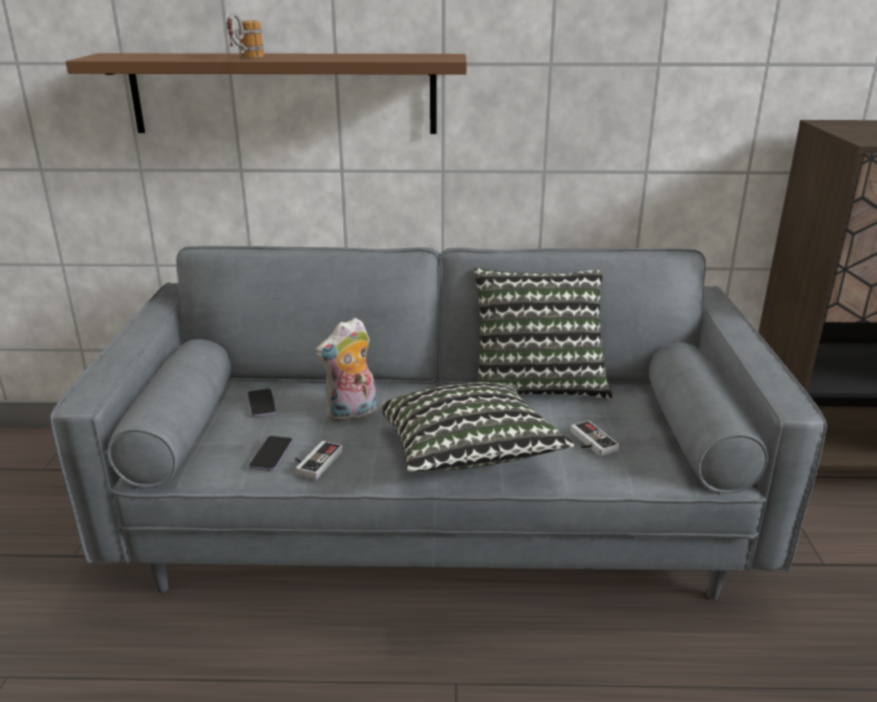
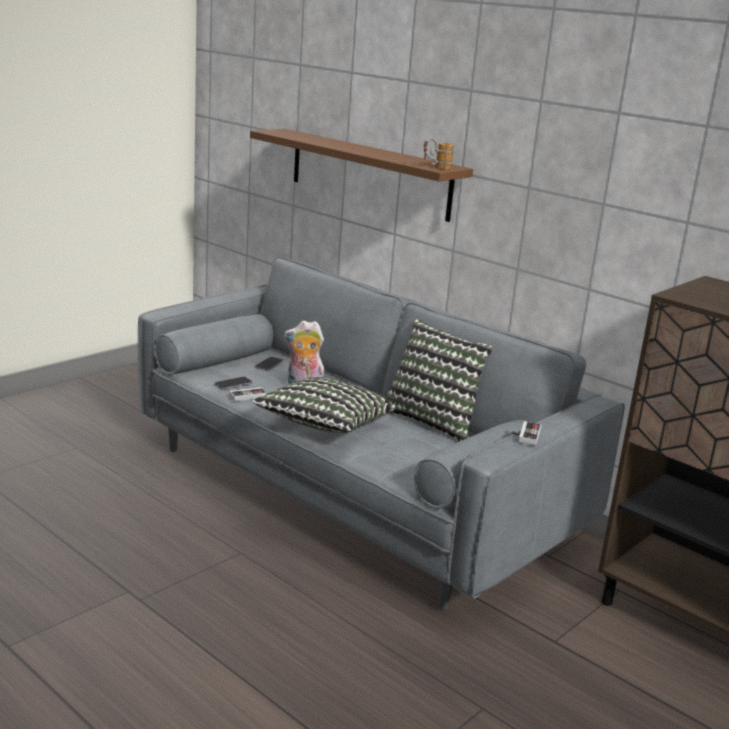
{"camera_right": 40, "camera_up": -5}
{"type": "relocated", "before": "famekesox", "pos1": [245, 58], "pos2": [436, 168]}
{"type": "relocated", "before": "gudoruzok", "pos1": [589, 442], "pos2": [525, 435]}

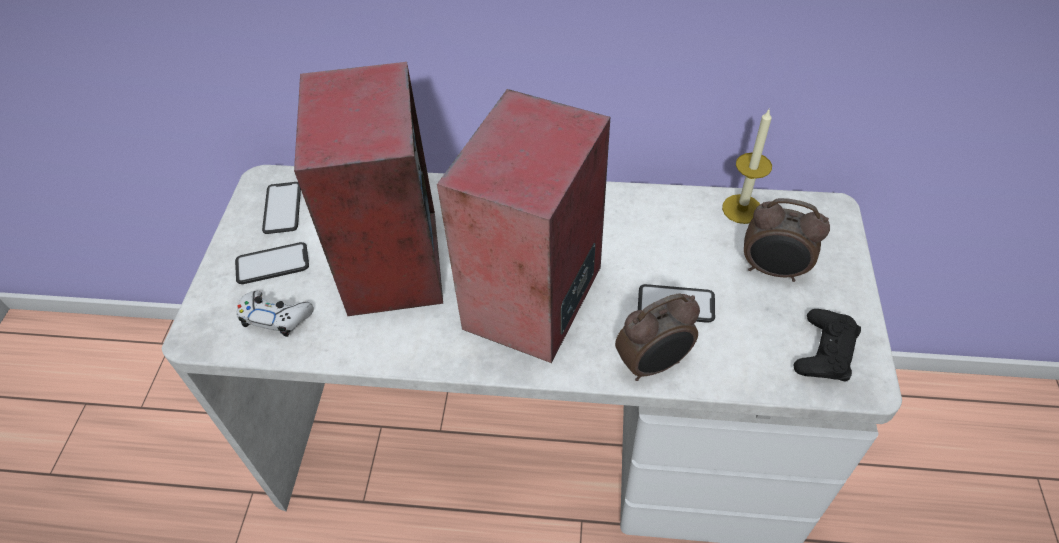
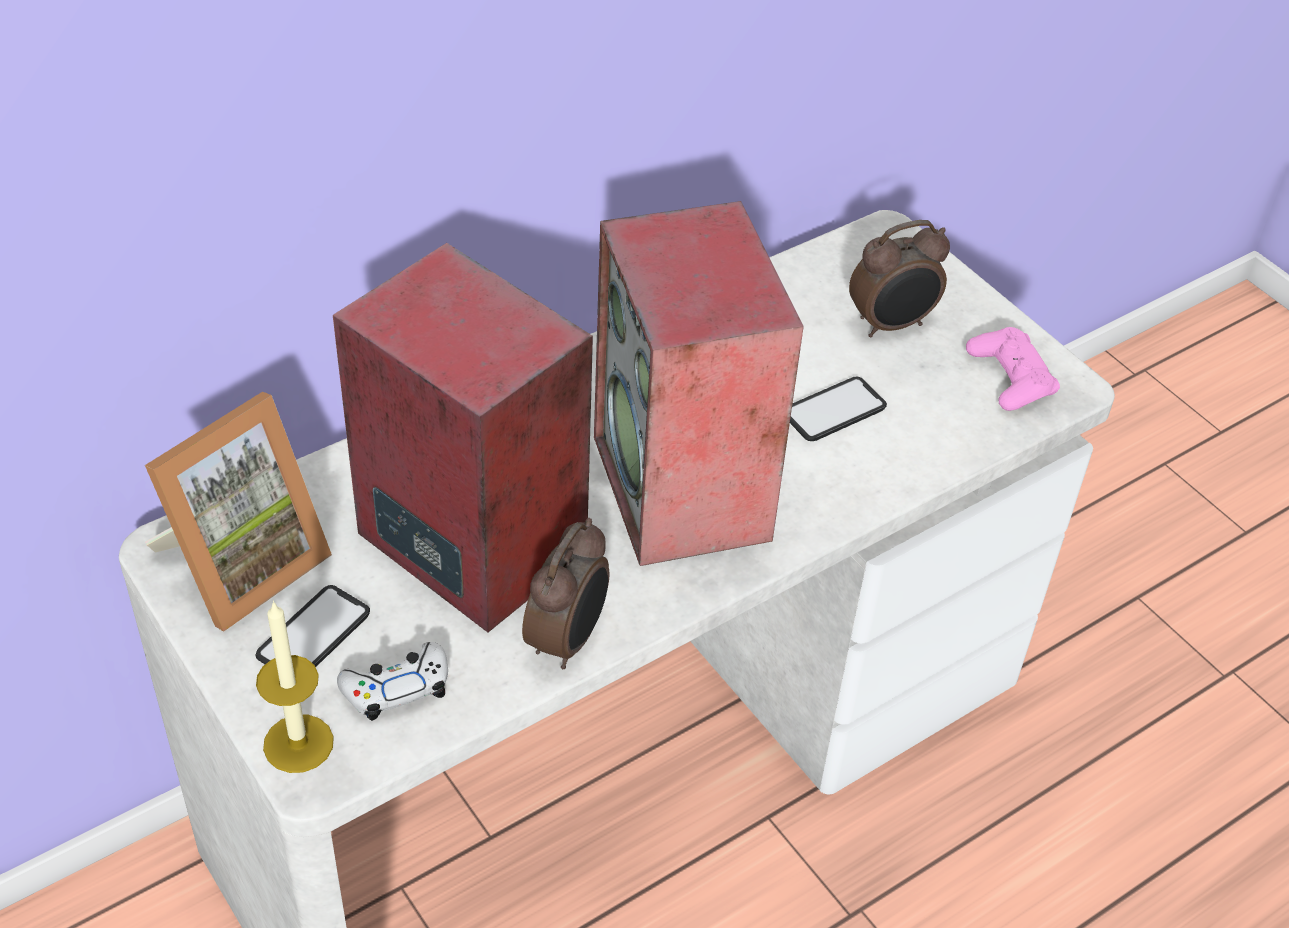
{"camera_right": -45, "camera_up": -5}
{"type": "exchanged", "before": "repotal", "after": "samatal", "pos1": [282, 208], "pos2": [241, 564]}
{"type": "relocated", "before": "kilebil", "pos1": [654, 364], "pos2": [568, 639]}
{"type": "relocated", "before": "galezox", "pos1": [742, 209], "pos2": [298, 743]}
{"type": "colour", "before": "black_gudoruzok", "after": "pink_gudoruzok", "pos1": [825, 351], "pos2": [1010, 377]}

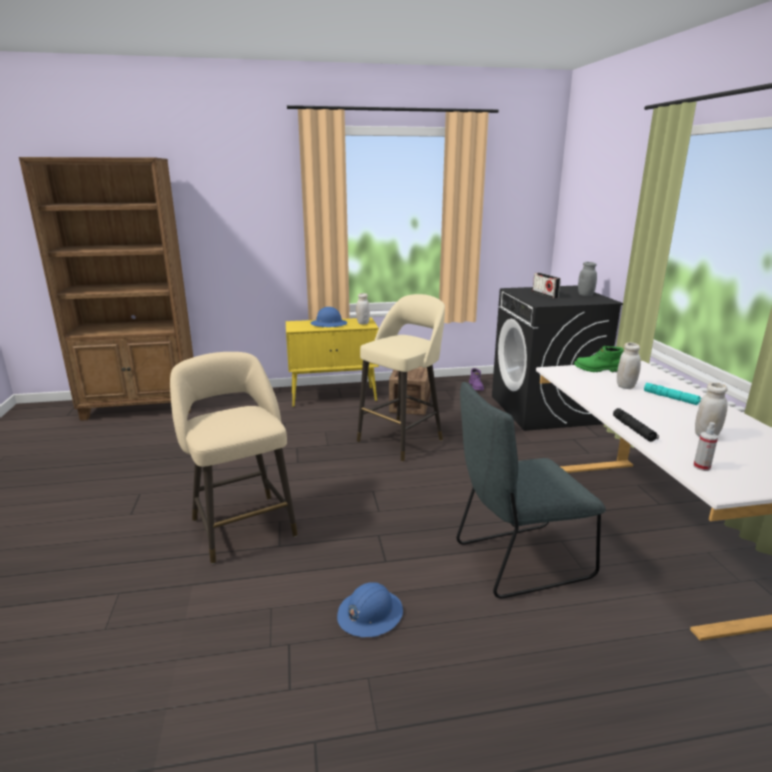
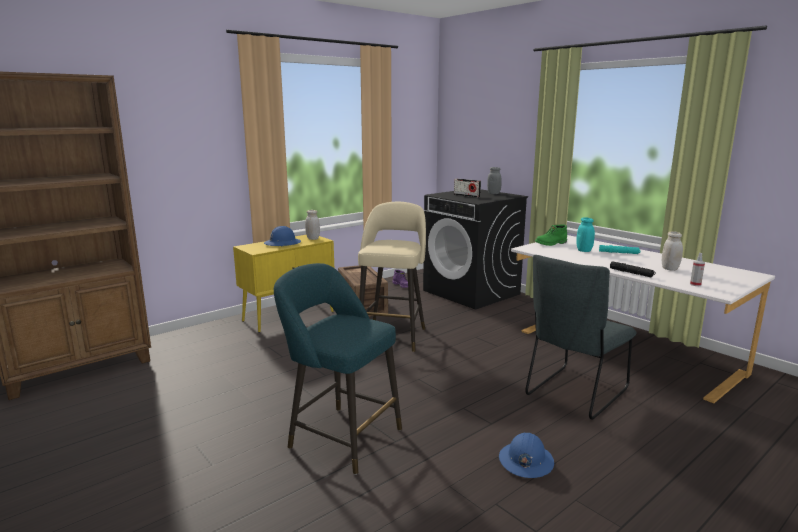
{"camera_right": -30, "camera_up": -5}
{"type": "colour", "before": "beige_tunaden", "after": "turquoise_tunaden", "pos1": [242, 524], "pos2": [340, 436]}
{"type": "colour", "before": "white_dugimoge", "after": "turquoise_dugimoge", "pos1": [625, 386], "pos2": [584, 250]}

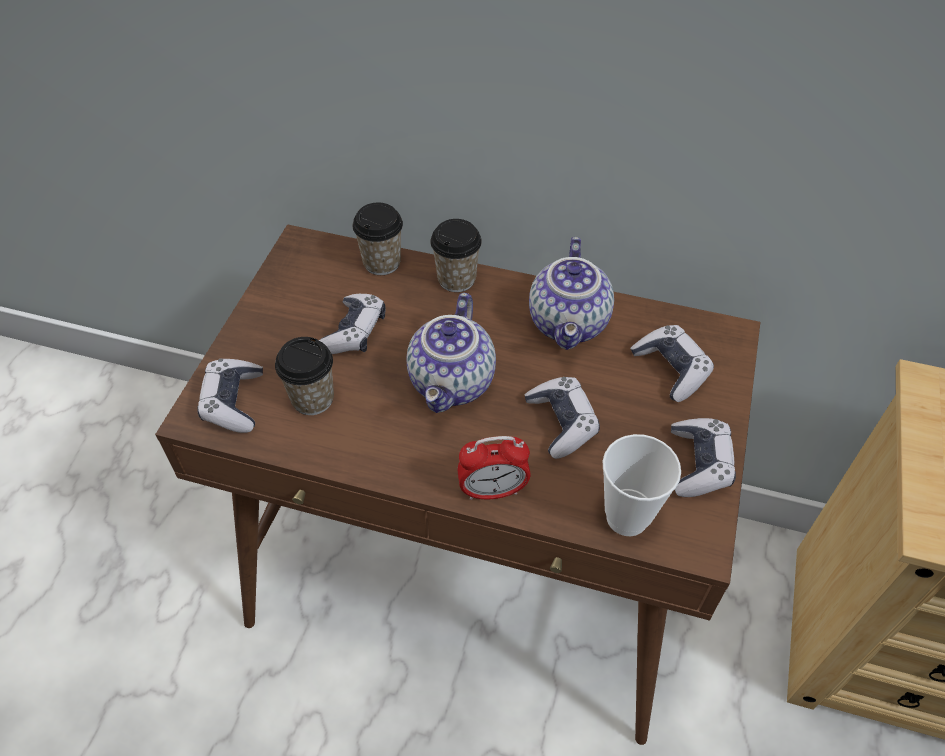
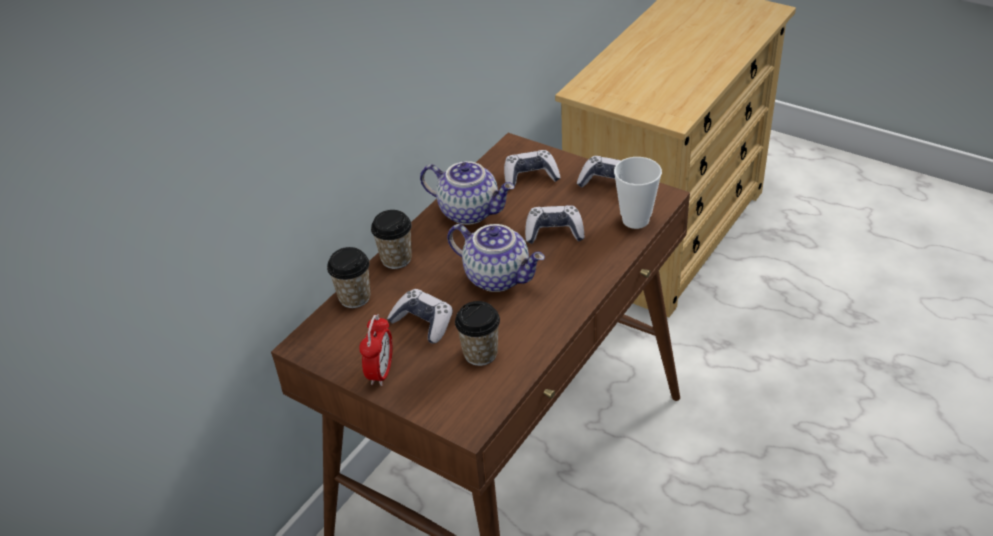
{"camera_right": -70, "camera_up": -10}
{"type": "missing", "before": "gudoruzok", "pos1": [233, 402]}
{"type": "relocated", "before": "kilebil", "pos1": [492, 491], "pos2": [381, 372]}

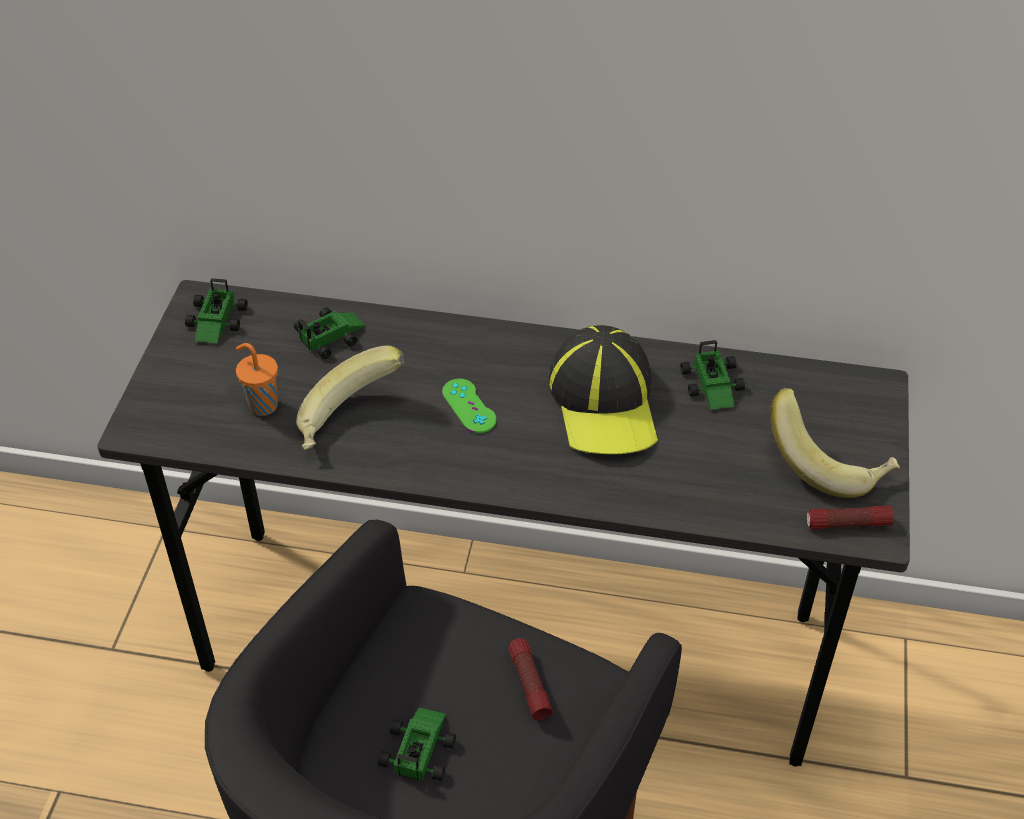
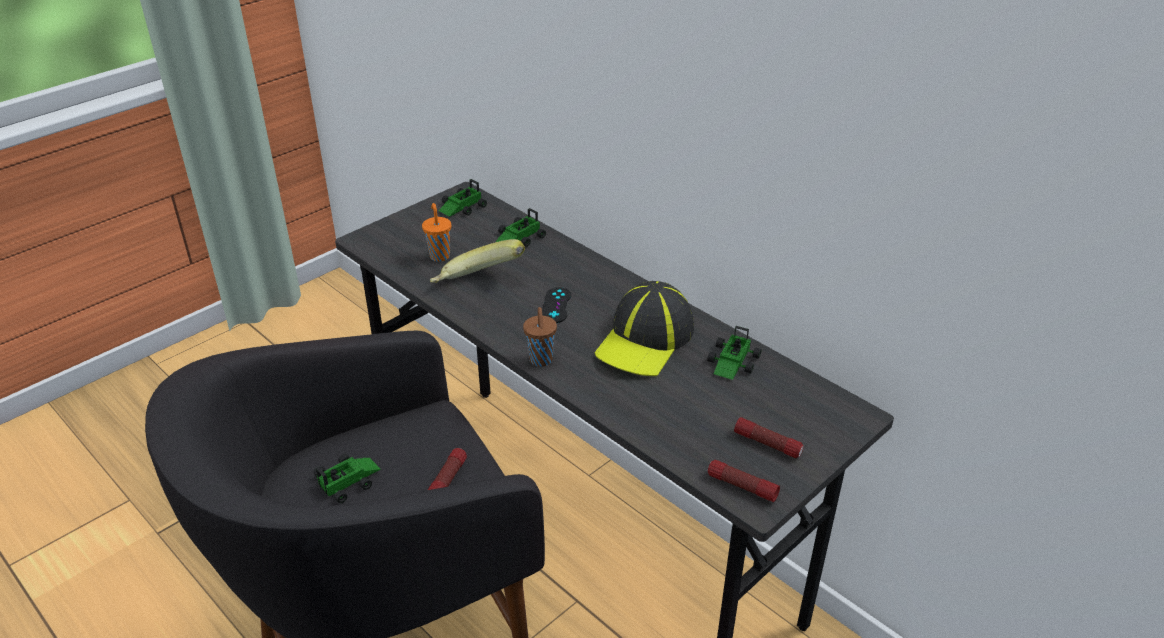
{"camera_right": 35, "camera_up": -10}
{"type": "spun", "before": "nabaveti", "pos1": [332, 333], "pos2": [518, 237], "turn": 135}
{"type": "colour", "before": "green_gudoruzok", "after": "black_gudoruzok", "pos1": [469, 406], "pos2": [556, 305]}
{"type": "exchanged", "before": "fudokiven", "after": "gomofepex", "pos1": [828, 463], "pos2": [767, 444]}
{"type": "appeared", "after": "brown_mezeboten", "pos2": [541, 361]}

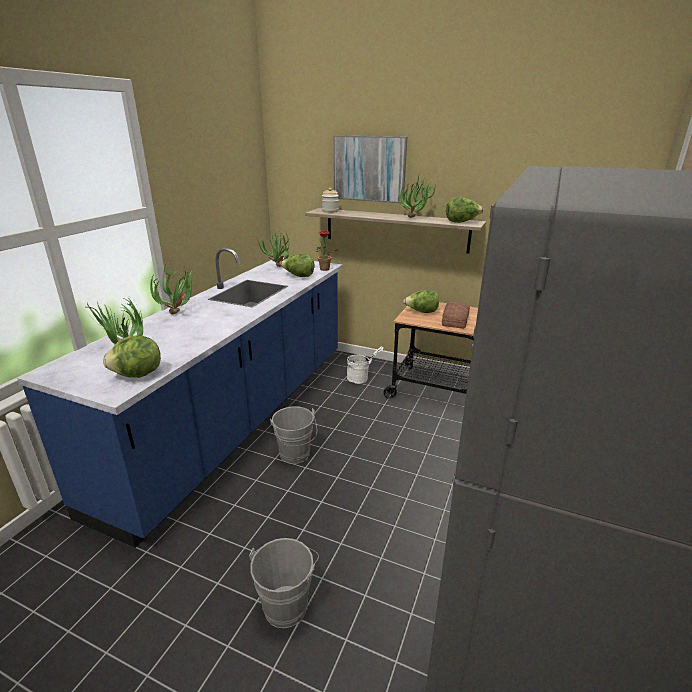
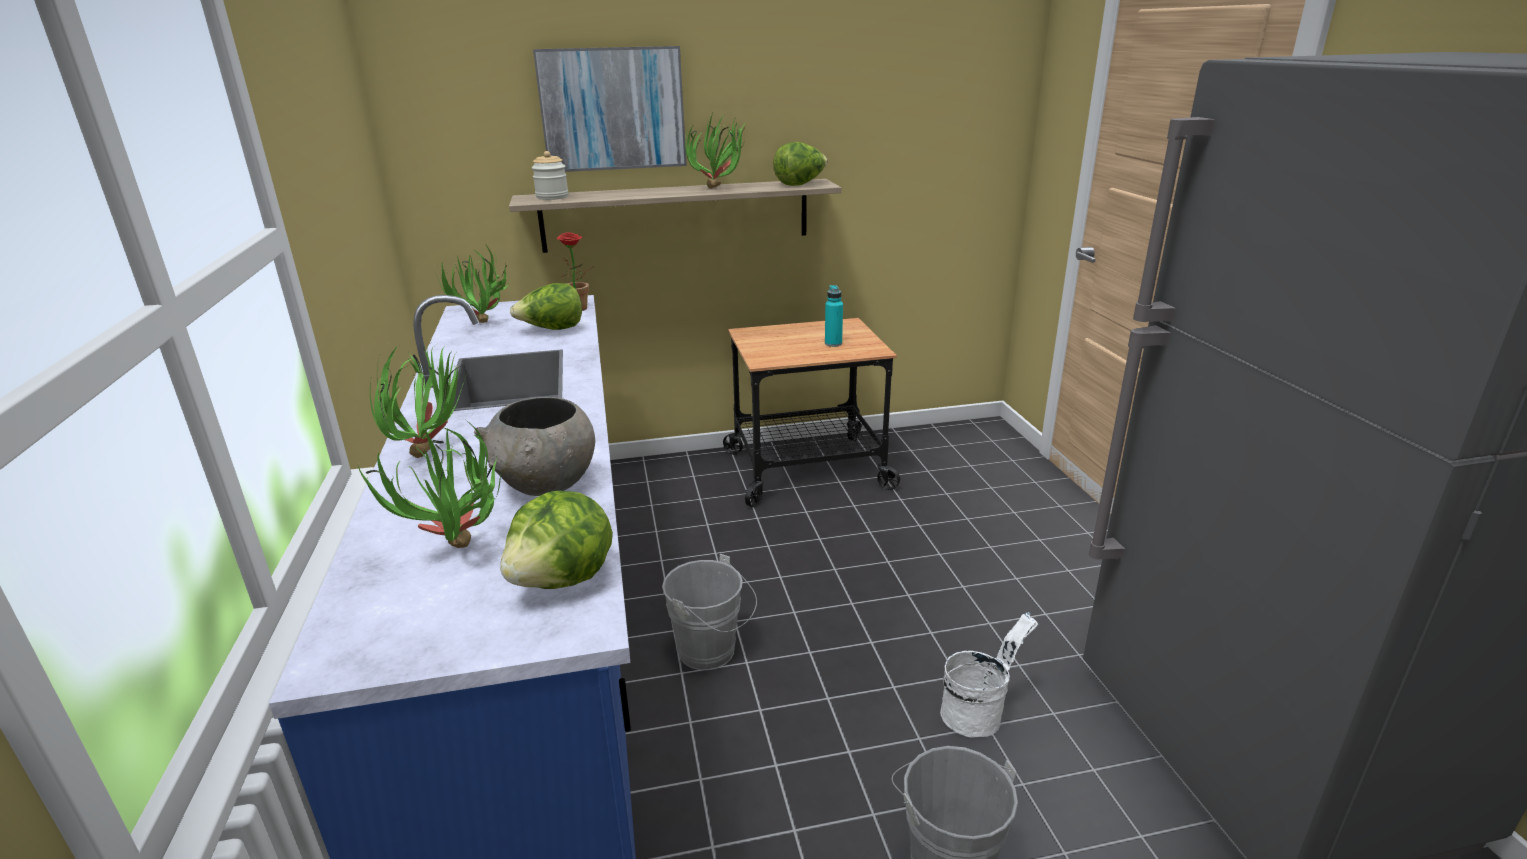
{"camera_right": -35, "camera_up": 0}
{"type": "relocated", "before": "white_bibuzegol", "pos1": [361, 378], "pos2": [979, 712]}
{"type": "missing", "before": "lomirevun", "pos1": [421, 312]}
{"type": "exchanged", "before": "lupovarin", "after": "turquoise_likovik", "pos1": [456, 320], "pos2": [833, 343]}
{"type": "appeared", "after": "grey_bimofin", "pos2": [547, 486]}

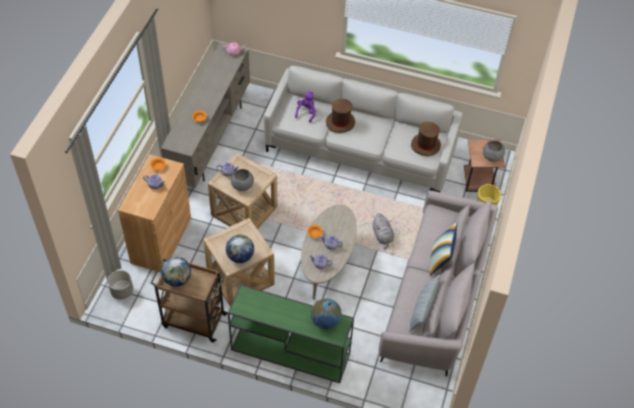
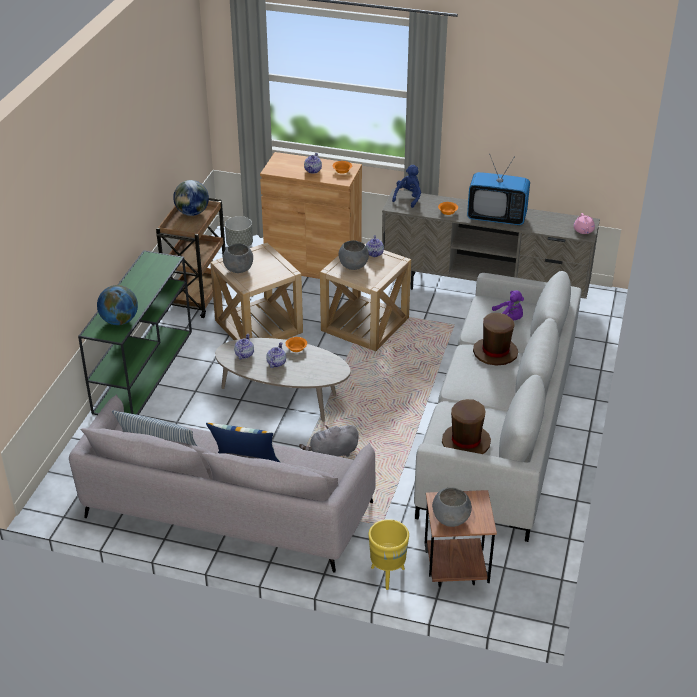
{"camera_right": 90, "camera_up": -15}
{"type": "exchanged", "before": "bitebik", "after": "grey_bimofin", "pos1": [240, 256], "pos2": [238, 269]}
{"type": "appeared", "after": "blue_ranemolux", "pos2": [408, 198]}
{"type": "appeared", "after": "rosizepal", "pos2": [496, 217]}

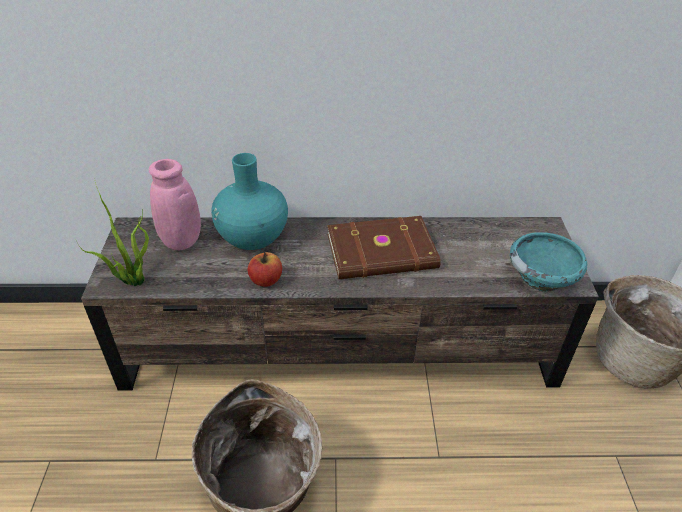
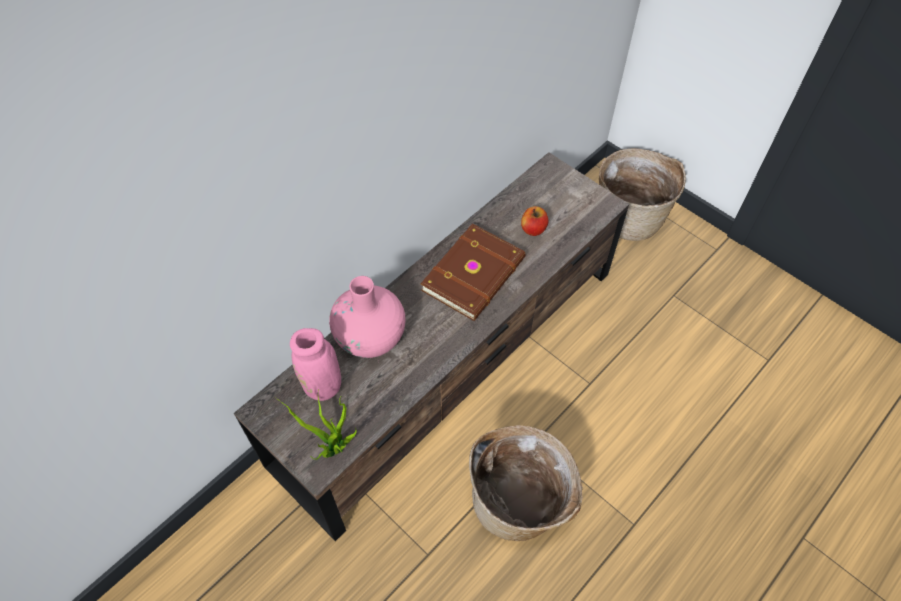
{"camera_right": -45, "camera_up": 15}
{"type": "colour", "before": "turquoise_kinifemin", "after": "pink_kinifemin", "pos1": [252, 237], "pos2": [370, 337]}
{"type": "relocated", "before": "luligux", "pos1": [266, 280], "pos2": [533, 229]}
{"type": "missing", "before": "turquoise_bimofin", "pos1": [542, 278]}

